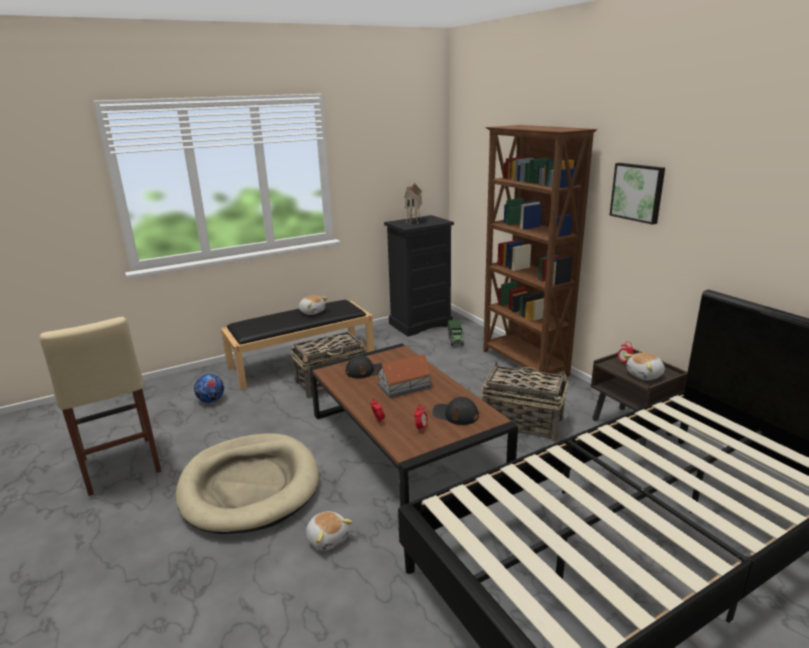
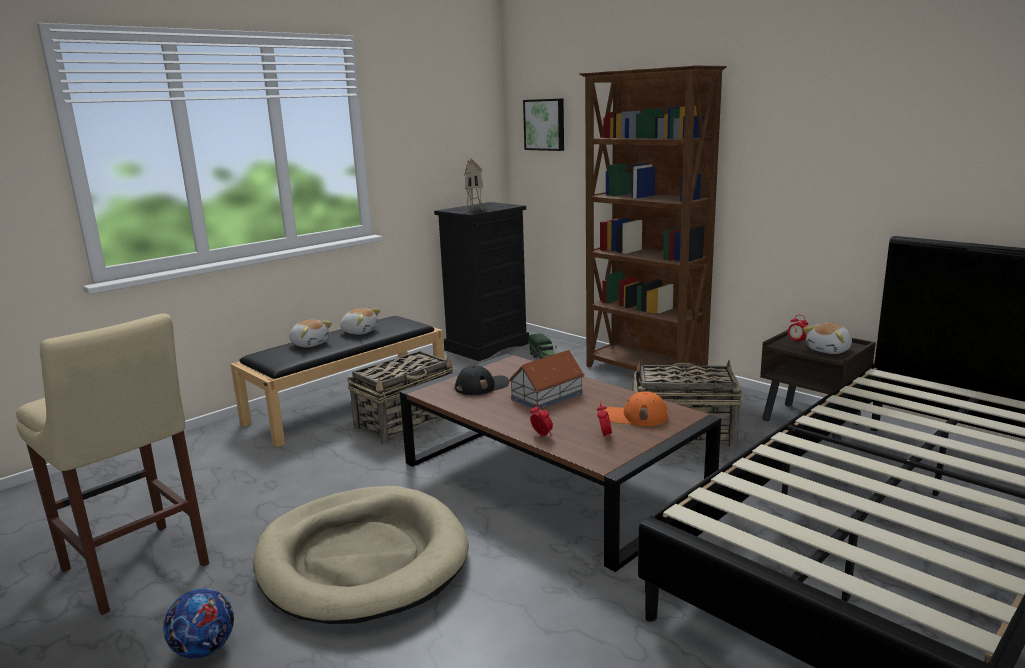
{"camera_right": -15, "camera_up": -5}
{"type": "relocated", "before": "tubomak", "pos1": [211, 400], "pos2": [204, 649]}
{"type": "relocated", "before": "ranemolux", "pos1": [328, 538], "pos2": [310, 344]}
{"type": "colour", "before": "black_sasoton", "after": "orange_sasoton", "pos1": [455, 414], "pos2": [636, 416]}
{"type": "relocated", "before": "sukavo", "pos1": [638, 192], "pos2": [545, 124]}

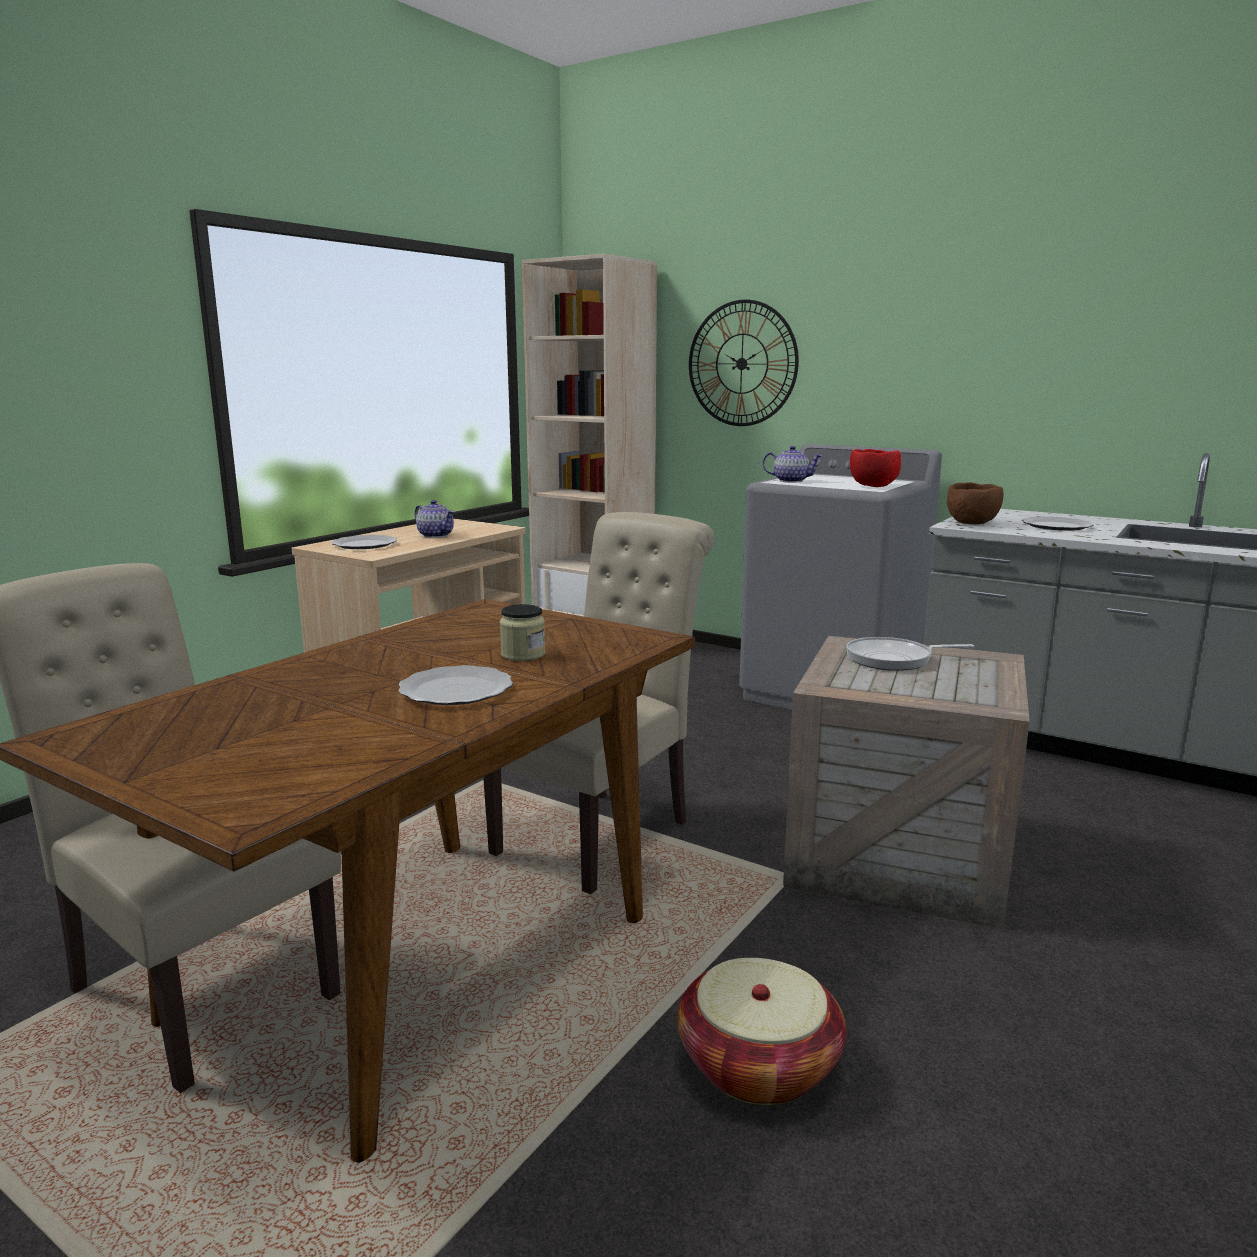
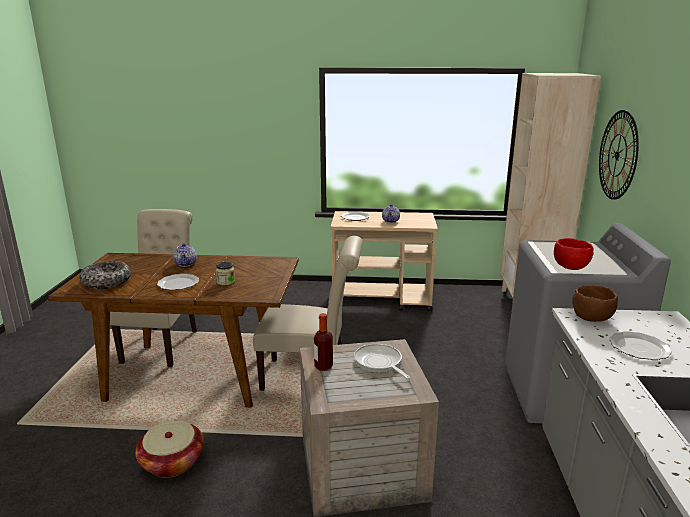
{"camera_right": 60, "camera_up": 5}
{"type": "relocated", "before": "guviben", "pos1": [790, 481], "pos2": [186, 263]}
{"type": "appeared", "after": "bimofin", "pos2": [106, 282]}
{"type": "appeared", "after": "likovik", "pos2": [323, 366]}

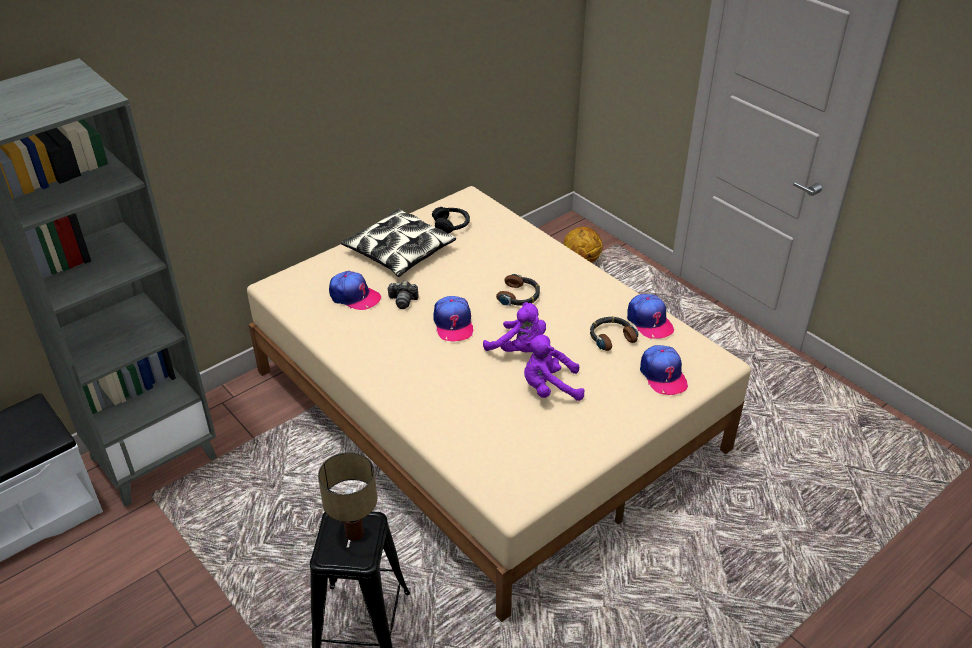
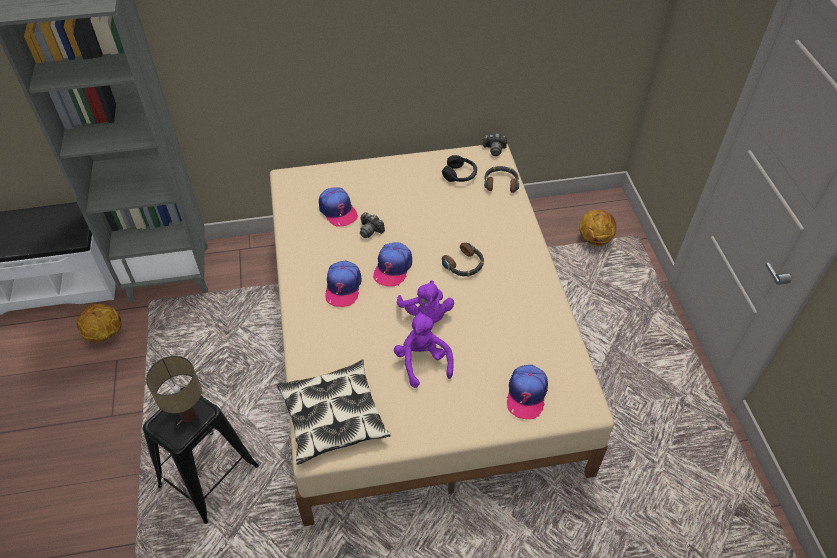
{"camera_right": 30, "camera_up": 10}
{"type": "relocated", "before": "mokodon", "pos1": [399, 251], "pos2": [333, 417]}
{"type": "spun", "before": "purple_ranemolux", "pos1": [549, 388], "pos2": [422, 361], "turn": 45}
{"type": "relocated", "before": "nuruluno", "pos1": [611, 337], "pos2": [501, 182]}
{"type": "relocated", "before": "sasoton", "pos1": [649, 321], "pos2": [343, 287]}
{"type": "appeared", "after": "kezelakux", "pos2": [104, 334]}
{"type": "appeared", "after": "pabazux", "pos2": [494, 149]}

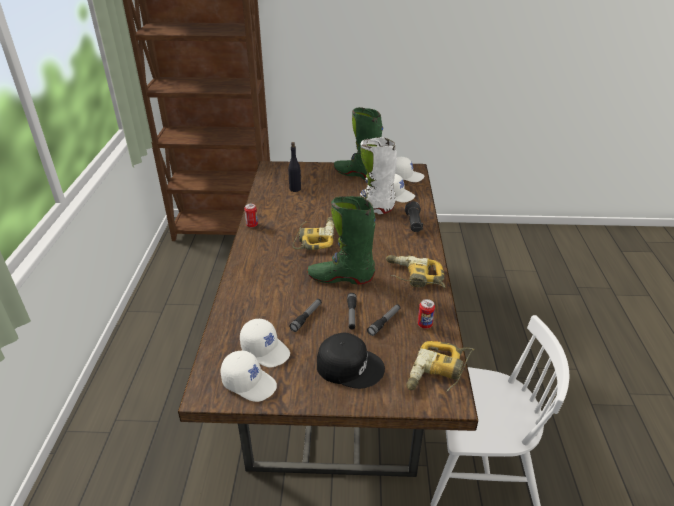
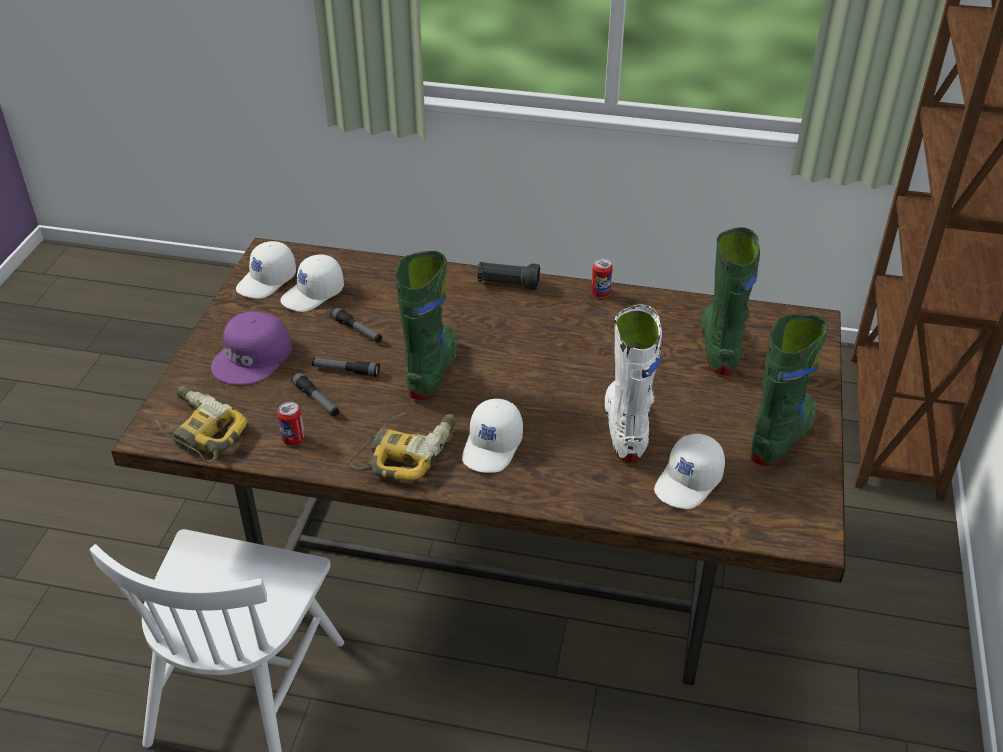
{"camera_right": 100, "camera_up": 5}
{"type": "exchanged", "before": "black_likovik", "after": "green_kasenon", "pos1": [295, 189], "pos2": [719, 346]}
{"type": "missing", "before": "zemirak", "pos1": [315, 238]}
{"type": "colour", "before": "black_sasoton", "after": "purple_sasoton", "pos1": [349, 365], "pos2": [253, 357]}
{"type": "relocated", "before": "white_sasoton", "pos1": [406, 176], "pos2": [493, 447]}
{"type": "relocated", "before": "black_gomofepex", "pos1": [413, 224], "pos2": [507, 284]}

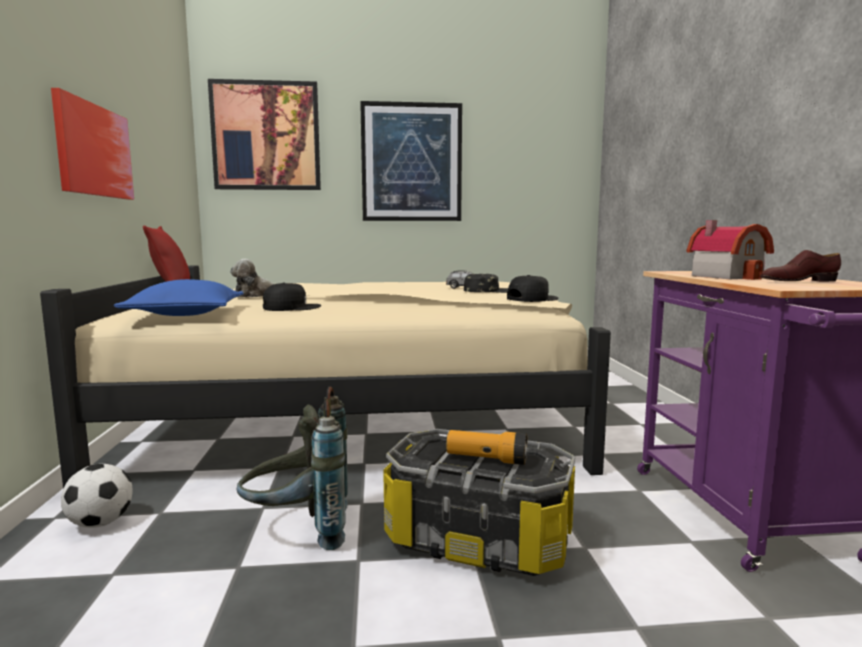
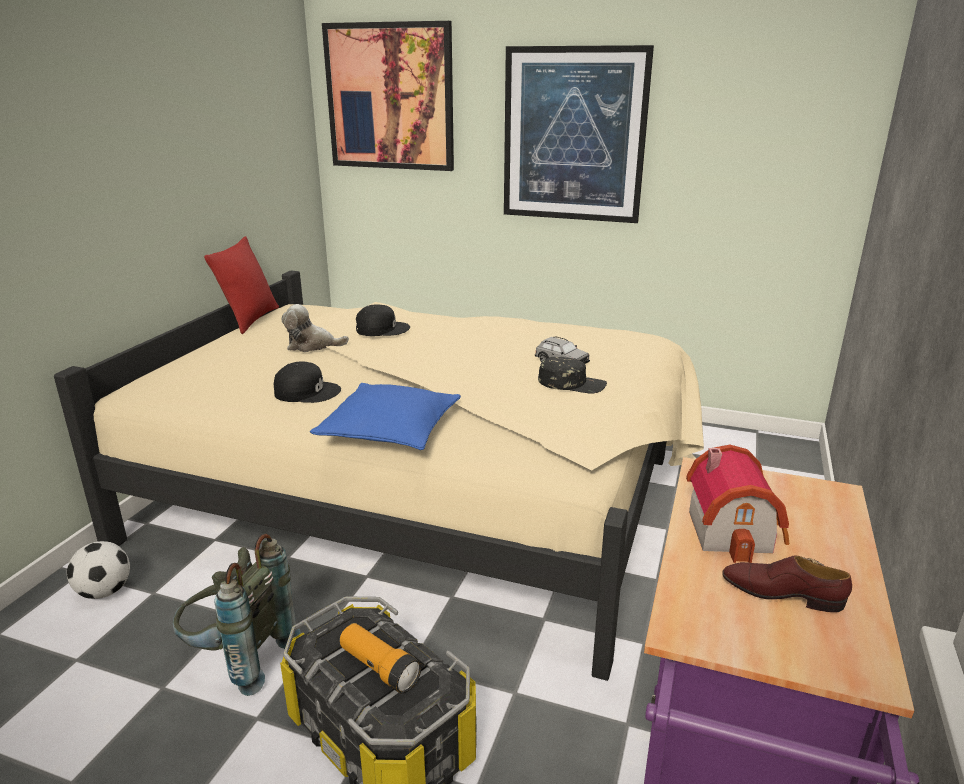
{"camera_right": 25, "camera_up": 15}
{"type": "missing", "before": "sukavo", "pos1": [94, 150]}
{"type": "relocated", "before": "blue_mokodon", "pos1": [186, 314], "pos2": [390, 430]}
{"type": "relocated", "before": "black_sasoton", "pos1": [531, 299], "pos2": [382, 329]}

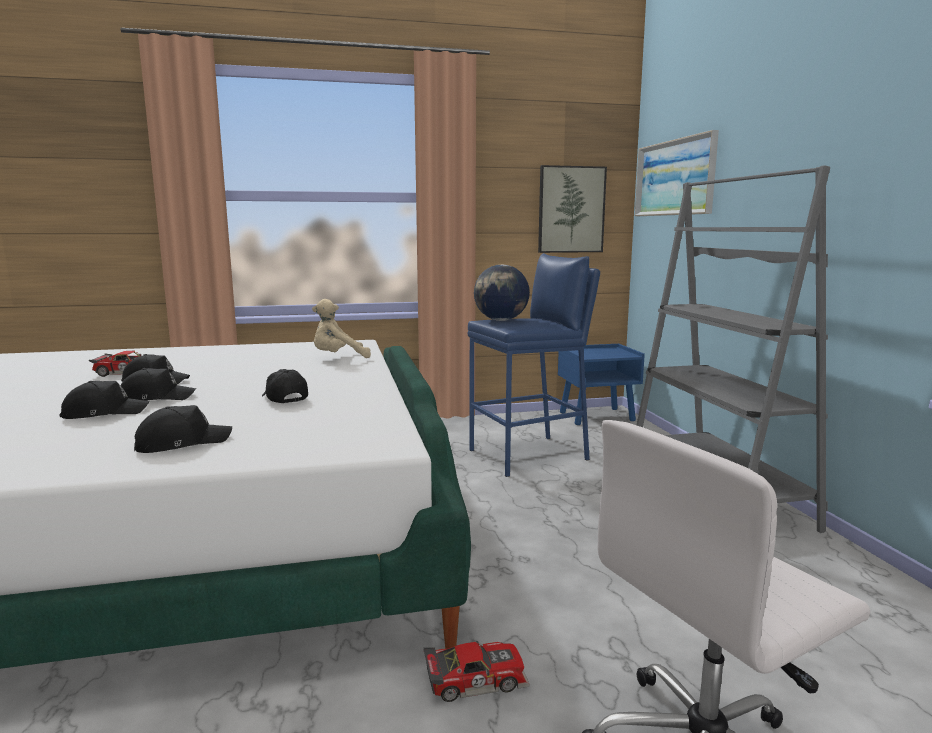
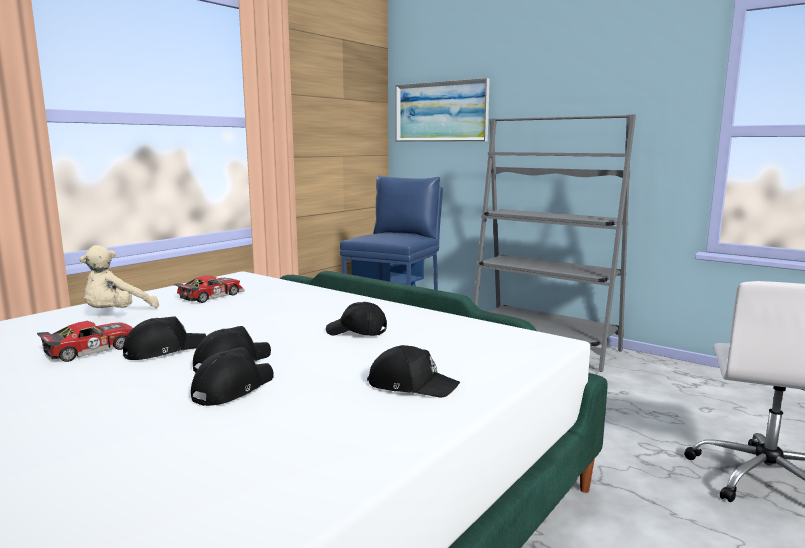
{"camera_right": -40, "camera_up": 0}
{"type": "spun", "before": "black_sasoton", "pos1": [182, 443], "pos2": [411, 385], "turn": 90}
{"type": "relocated", "before": "beige_ranemolux", "pos1": [338, 358], "pos2": [117, 314]}
{"type": "relocated", "before": "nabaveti", "pos1": [474, 677], "pos2": [210, 296]}
{"type": "missing", "before": "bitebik", "pos1": [501, 320]}
{"type": "missing", "before": "sukavo", "pos1": [571, 209]}

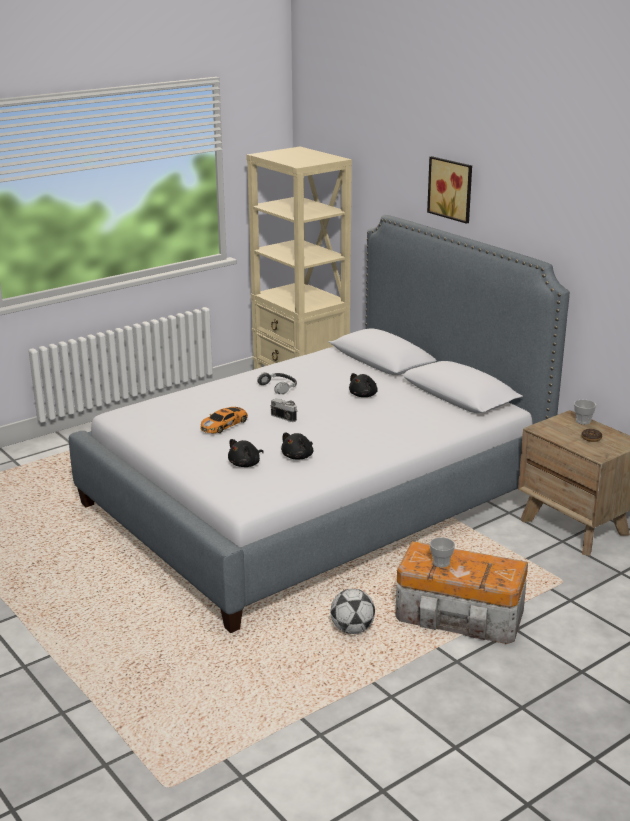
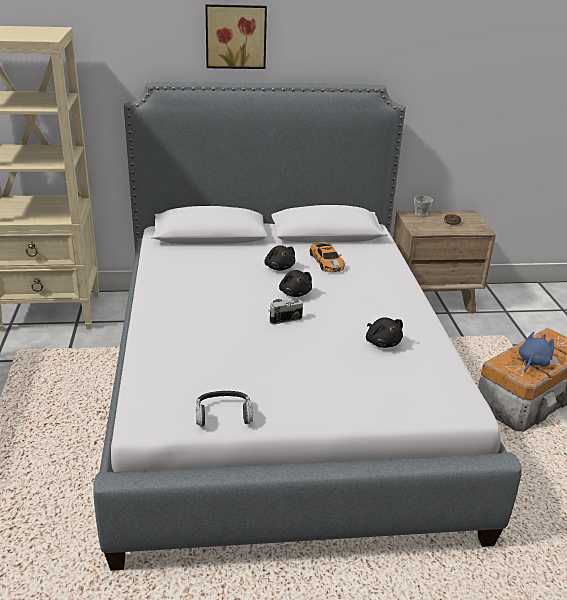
{"camera_right": -60, "camera_up": 5}
{"type": "relocated", "before": "nabaveti", "pos1": [224, 424], "pos2": [326, 261]}
{"type": "relocated", "before": "black_ranemolux", "pos1": [246, 464], "pos2": [295, 293]}
{"type": "relocated", "before": "nuruluno", "pos1": [278, 387], "pos2": [223, 414]}
{"type": "missing", "before": "tubomak", "pos1": [352, 629]}
{"type": "exchanged", "before": "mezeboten", "after": "blue_ranemolux", "pos1": [441, 563], "pos2": [532, 362]}

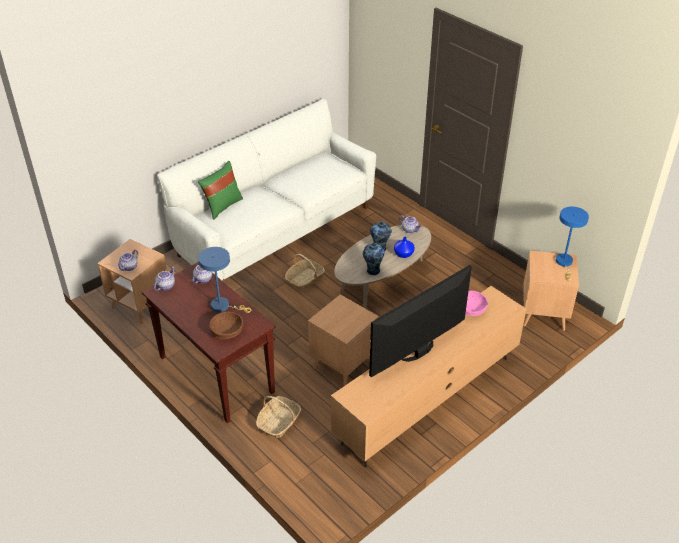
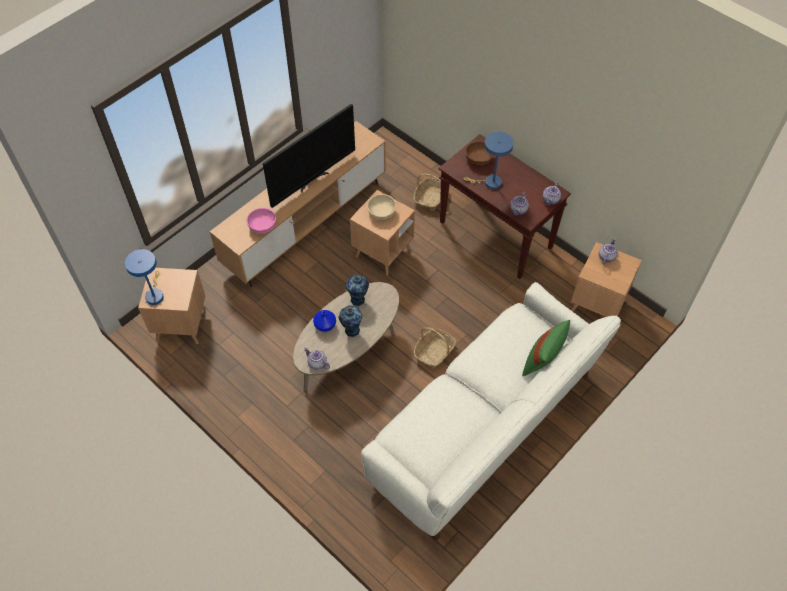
{"camera_right": 175, "camera_up": 15}
{"type": "appeared", "after": "beige_bimofin", "pos2": [381, 212]}

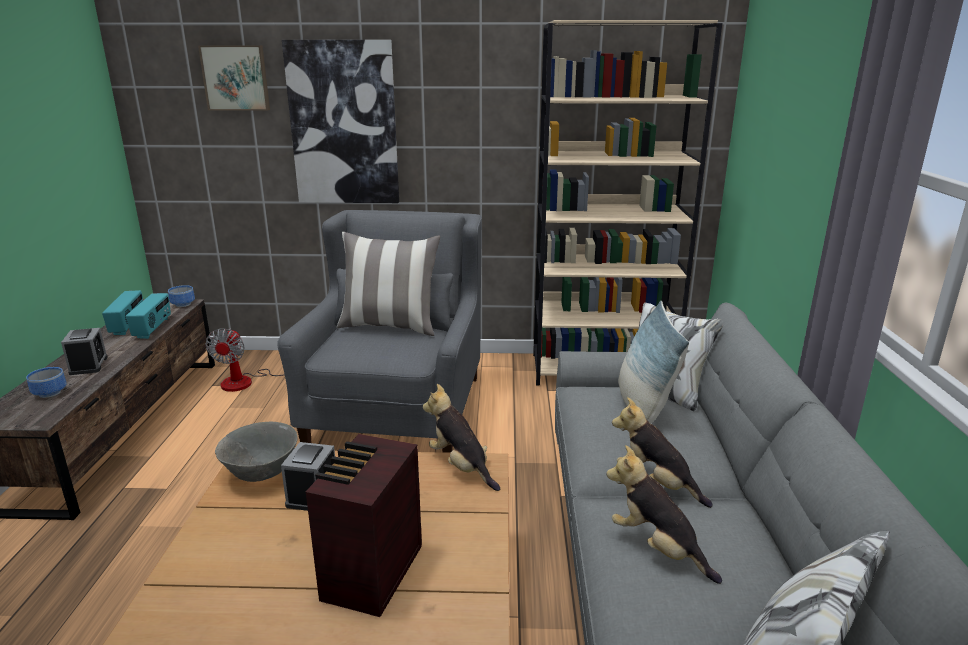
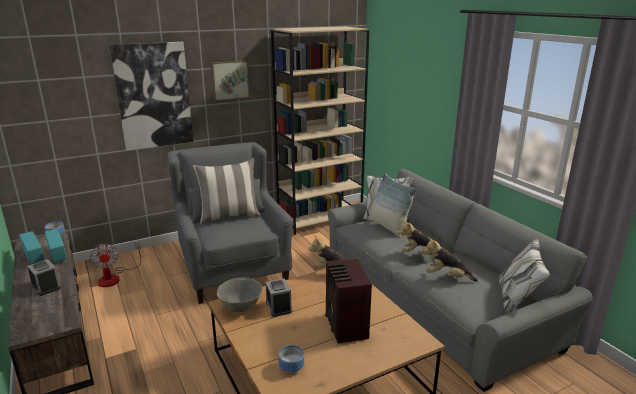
{"camera_right": -30, "camera_up": 0}
{"type": "relocated", "before": "bimofin", "pos1": [51, 392], "pos2": [291, 366]}
{"type": "relocated", "before": "sukavo", "pos1": [236, 78], "pos2": [230, 80]}

